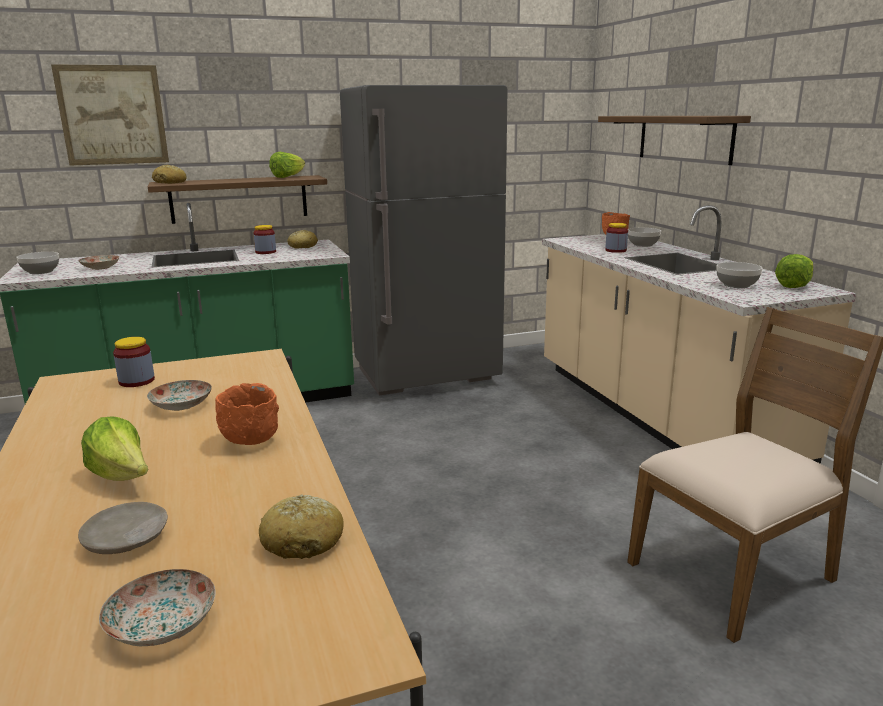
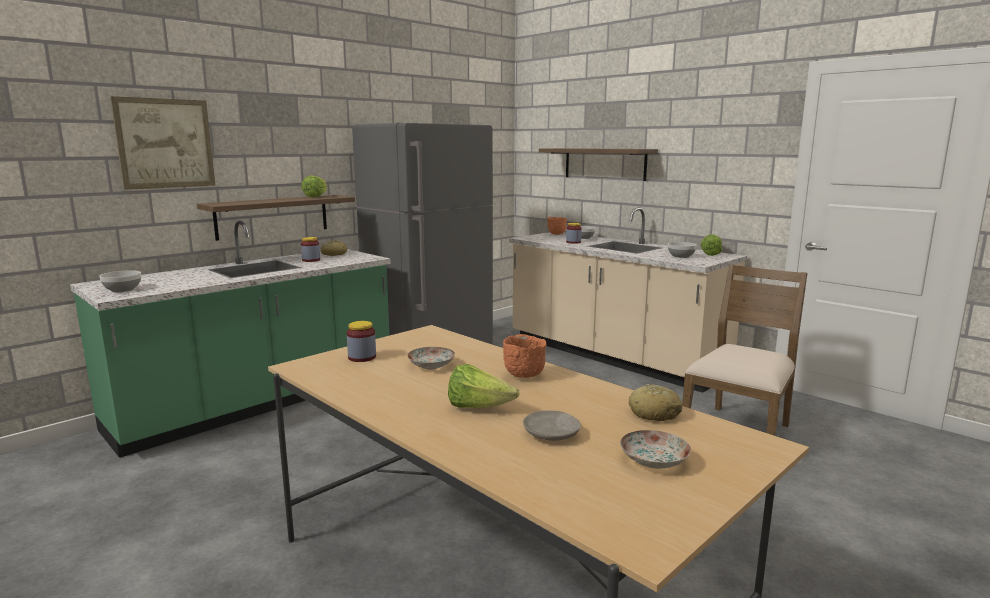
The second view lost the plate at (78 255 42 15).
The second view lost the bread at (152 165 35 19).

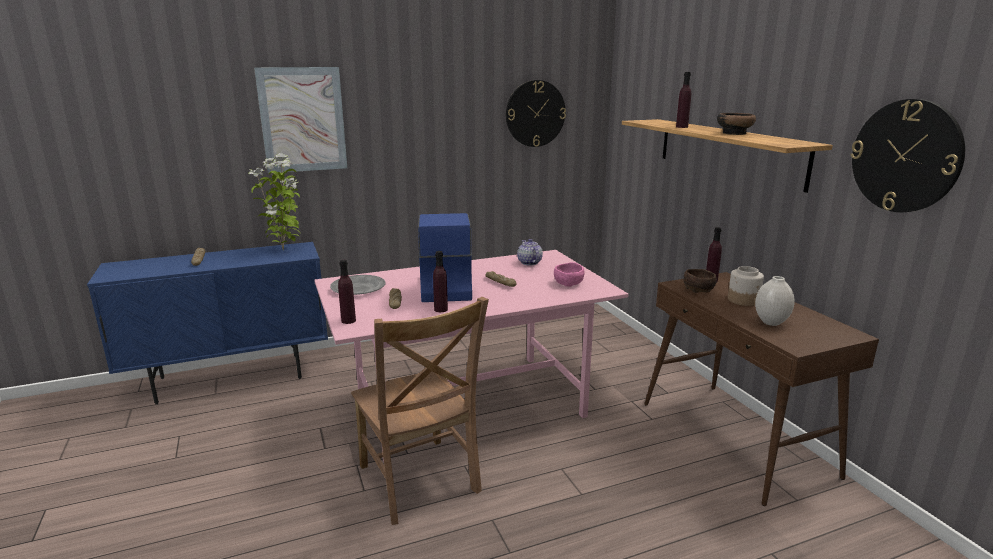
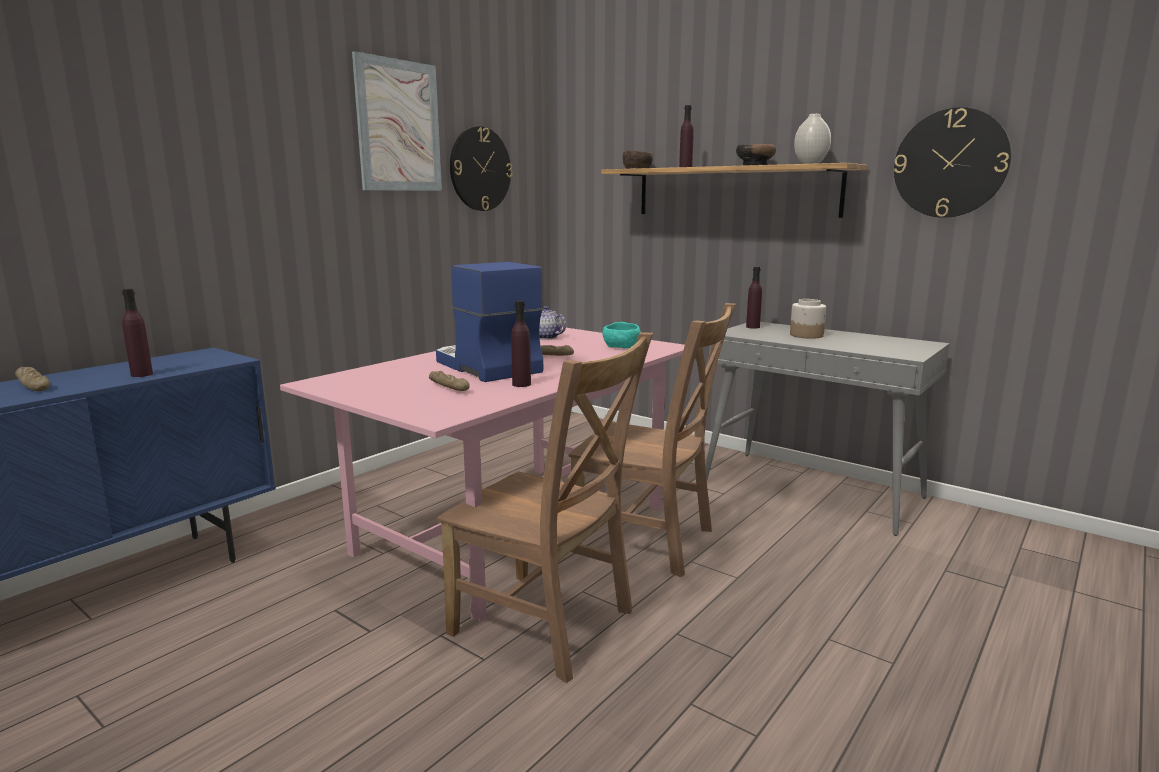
The second view lost the potted_plant at (248 153 53 97).
The picture ended up elsewhere, having gone from (254 67 93 106) to (352 51 90 140).
The second view lost the grey_plate at (330 275 56 20).
The purple_bottle ended up elsewhere, having gone from (338 260 18 64) to (122 289 31 88).
What was the pink_bowl at (554 262 31 25) turned into the turquoise_bowl at (602 322 39 27).
What was the brown_console_table at (644 272 235 234) turned into the grey_console_table at (705 322 245 214).
The brown_bowl ended up elsewhere, having gone from (684 269 33 24) to (623 150 30 19).
The white_vase ended up elsewhere, having gone from (755 276 40 50) to (794 114 37 50).
The second view gained the brown_chair at (569 303 167 274).

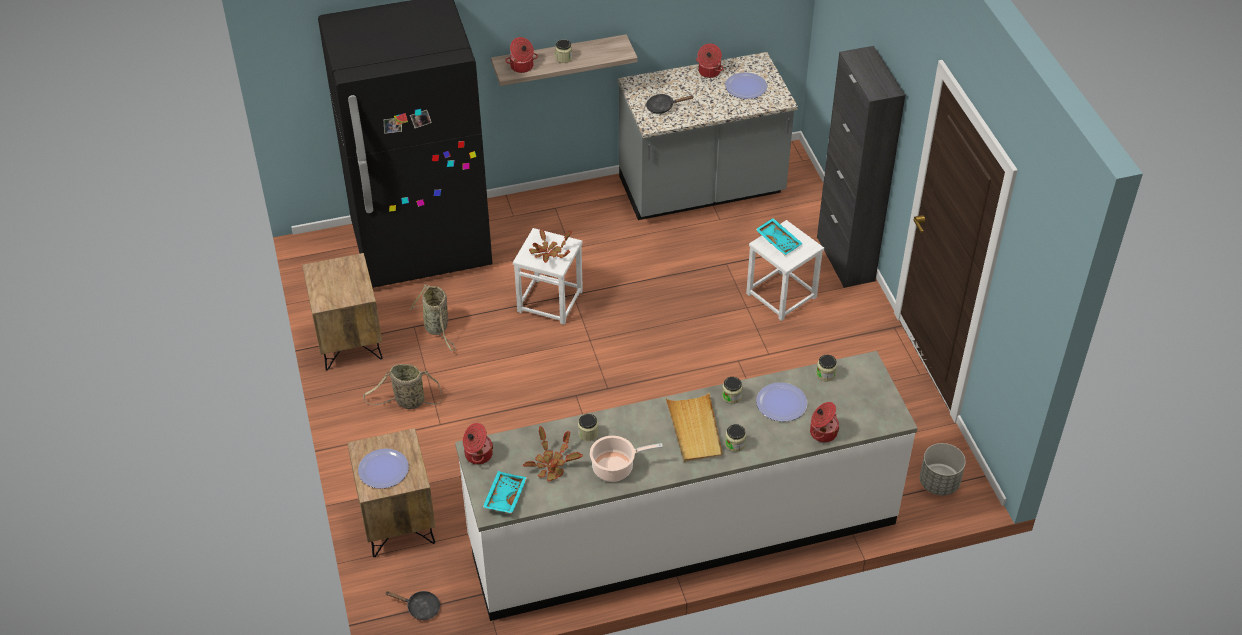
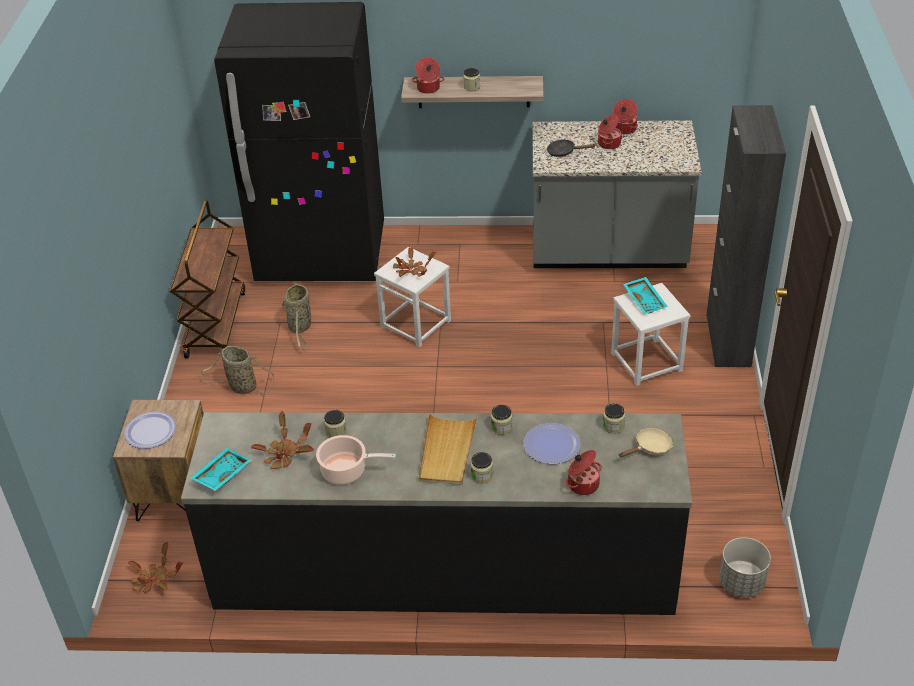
Where the brown_nightstand stood at (302 253 81 117), the brown_cart came to stand at (170 200 75 158).
Where the black_frying_pan stood at (386 591 54 29), the potted_plant came to stand at (128 542 55 51).
What was the white_counter at (455 351 463 270) turned into the black_counter at (181 412 511 203).
The cooking_pot ended up elsewhere, having gone from (463 423 30 42) to (598 114 24 35).
The second view lost the plate at (725 72 42 27).
The second view gained the beige_frying_pan at (619 428 54 29).

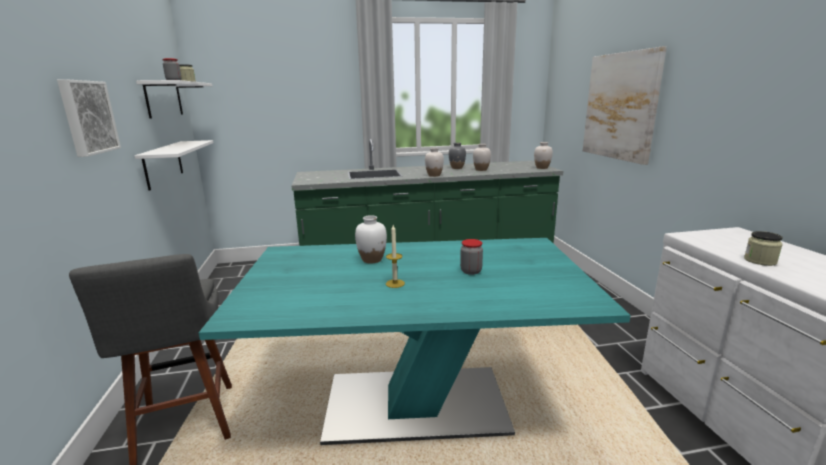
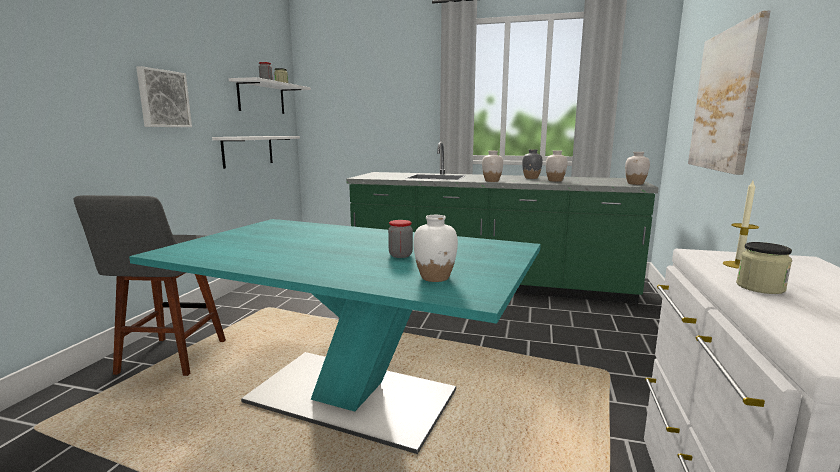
The white_vase ended up elsewhere, having gone from (355 215 32 49) to (413 215 45 67).
The candle ended up elsewhere, having gone from (386 225 19 63) to (723 181 36 88).

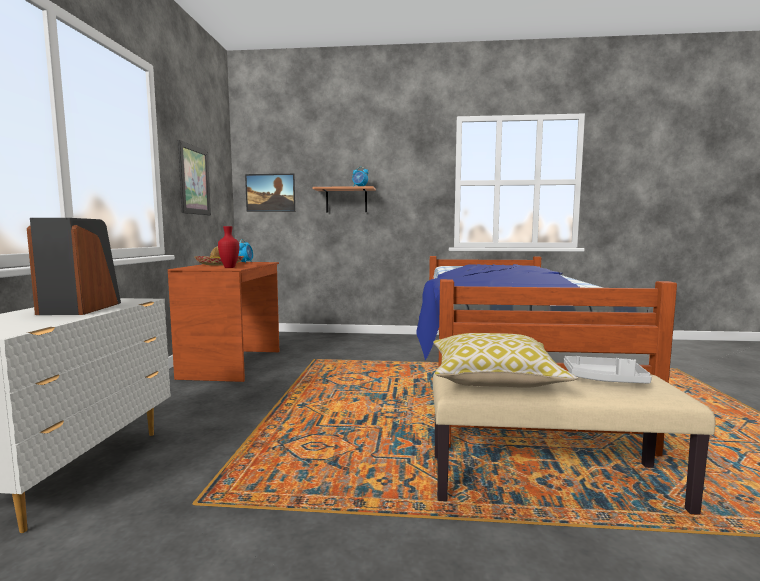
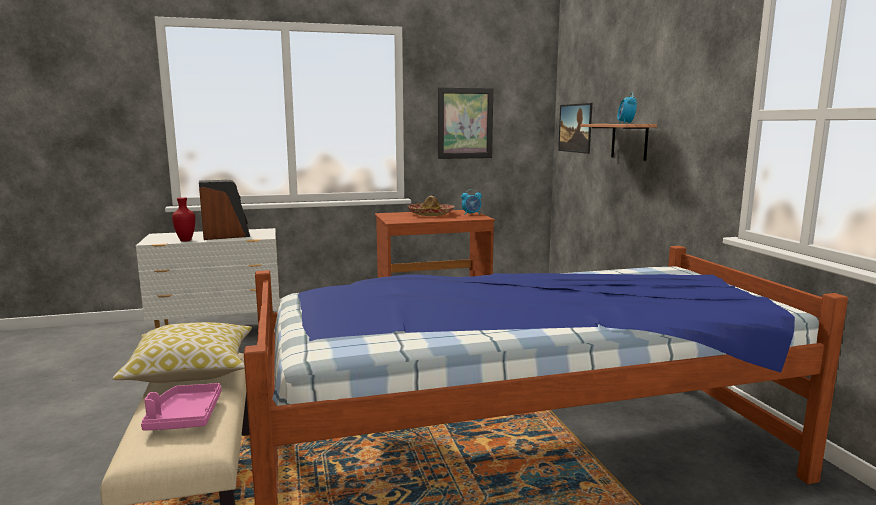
The red_vase ended up elsewhere, having gone from (218 226 21 42) to (172 197 23 45).
What was the grey_tray at (563 356 89 28) turned into the pink_tray at (141 383 80 48).

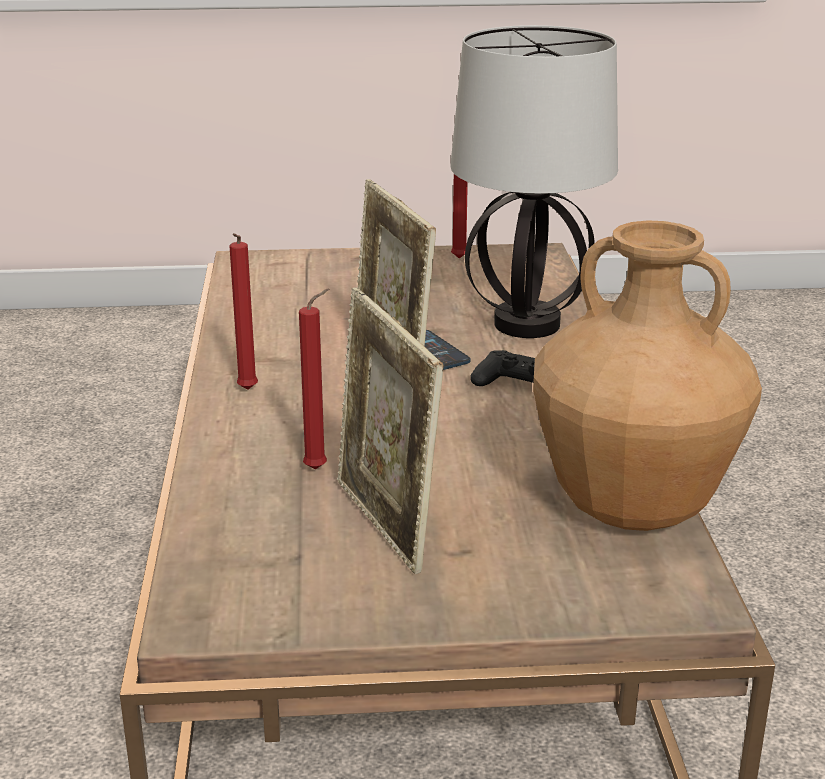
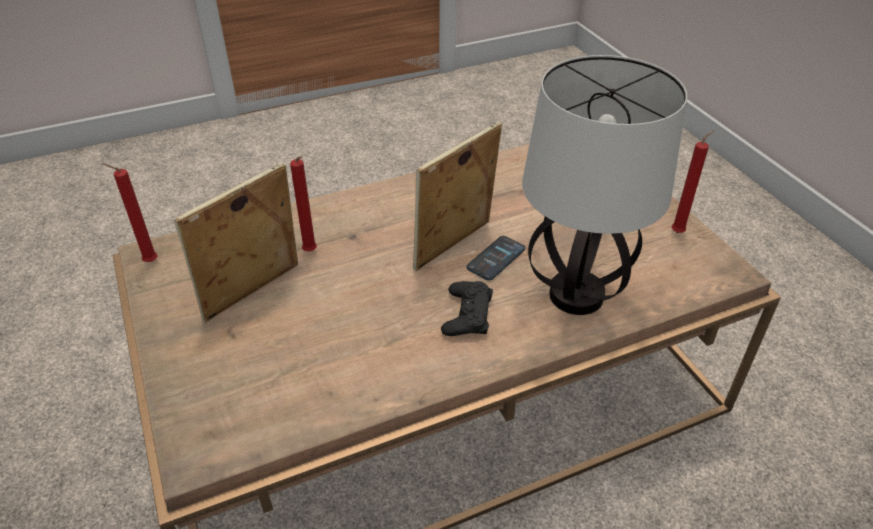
The red_candle ended up elsewhere, having gone from (229 233 29 157) to (101 163 56 99).
The second view lost the brown_vase at (533 220 229 311).

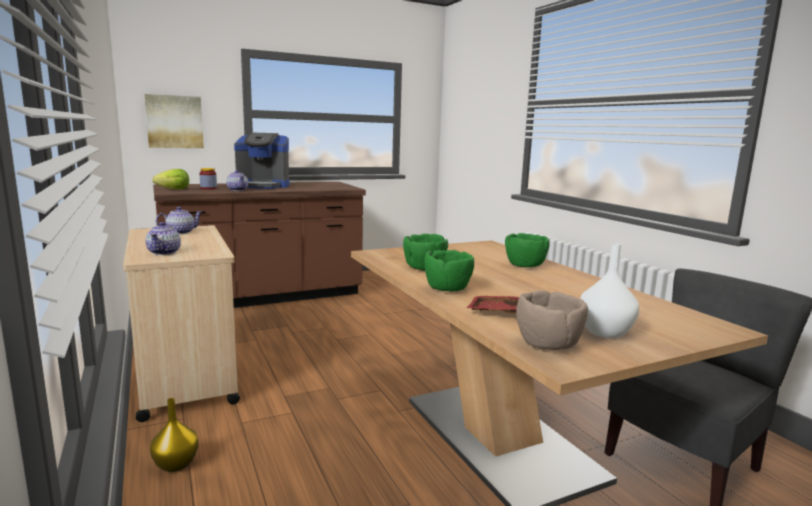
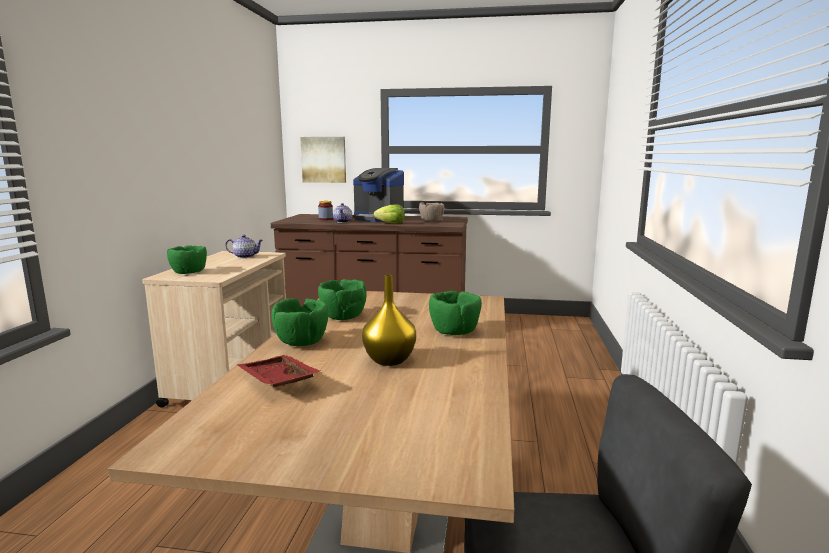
Where the teapot stood at (146 222 35 33), the green_bowl came to stand at (167 245 40 29).
The yellow_vase ended up elsewhere, having gone from (150 398 49 74) to (362 275 54 91).
The lettuce ended up elsewhere, having gone from (152 169 37 21) to (373 204 32 20).
The brown_bowl ended up elsewhere, having gone from (516 291 72 59) to (419 202 25 20).
The second view lost the white_vase at (580 244 59 94).

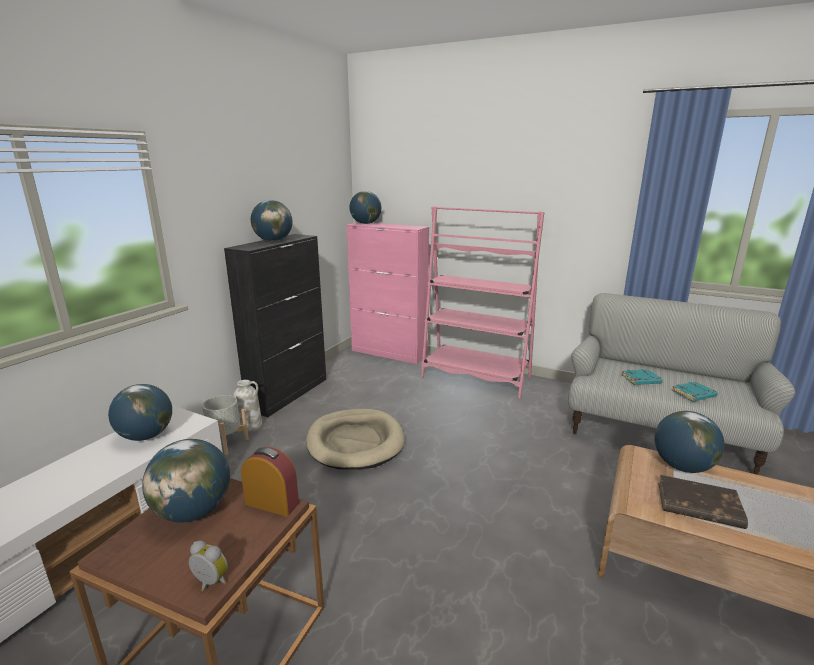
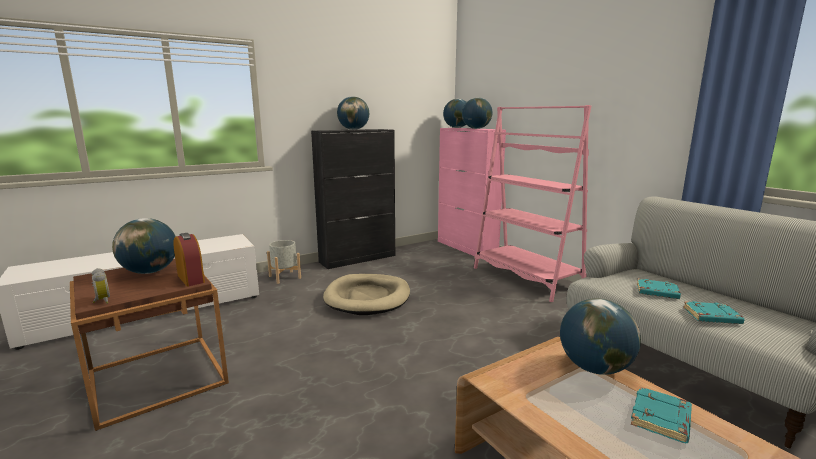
The globe ended up elsewhere, having gone from (108 384 64 57) to (462 98 31 31).
The second view lost the white_vase at (233 380 29 53).
The second view lost the brown_book at (658 475 90 54).
The second view gained the turquoise_book at (631 386 61 57).

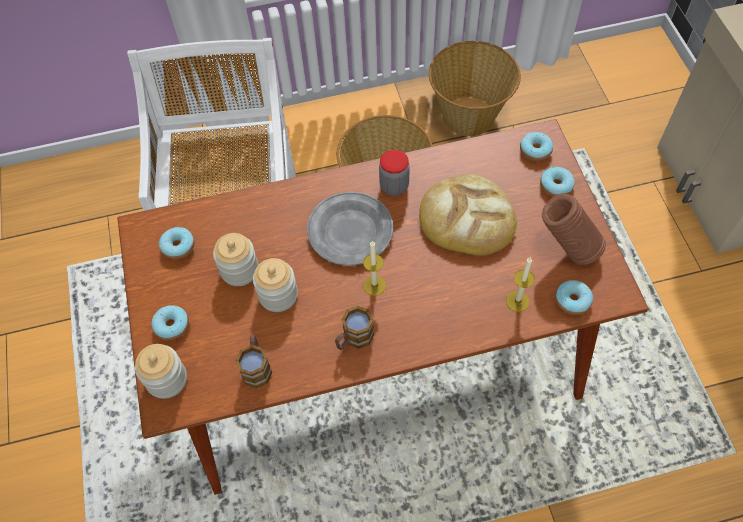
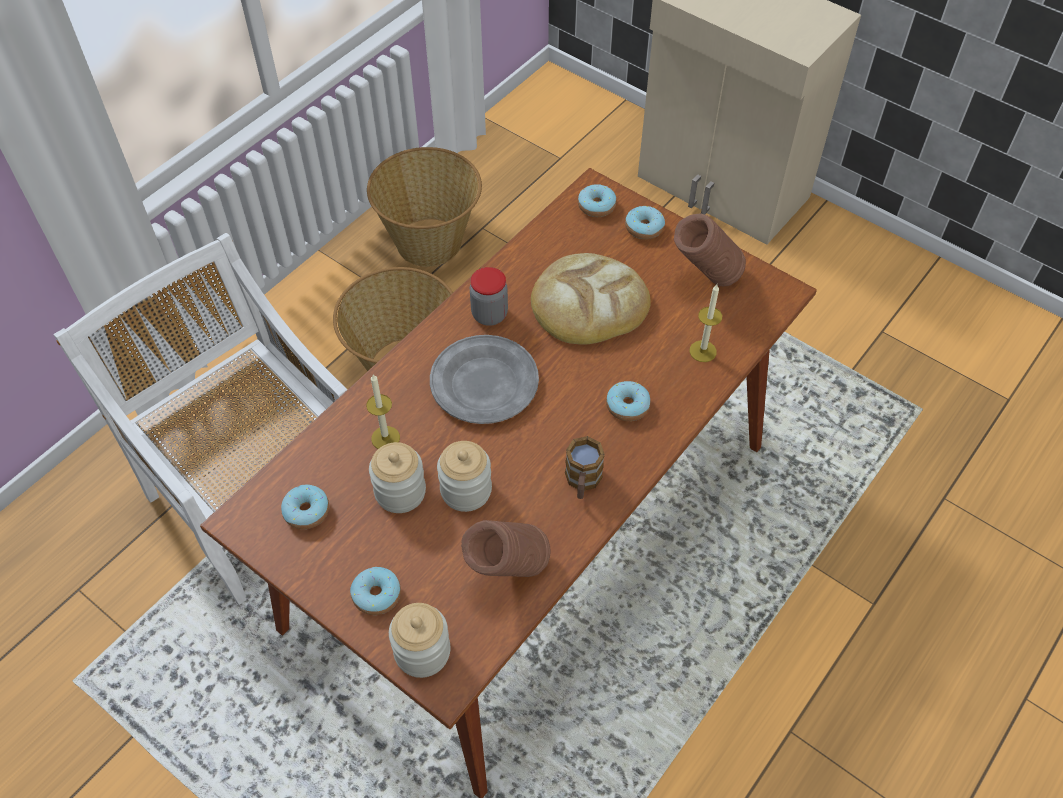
Where the mug stood at (235 335 37 53), the brown_vase came to stand at (461 520 90 57).
The candle ended up elsewhere, having gone from (363 241 23 55) to (366 374 34 75).
The donut ended up elsewhere, having gone from (555 280 38 35) to (606 381 44 40).

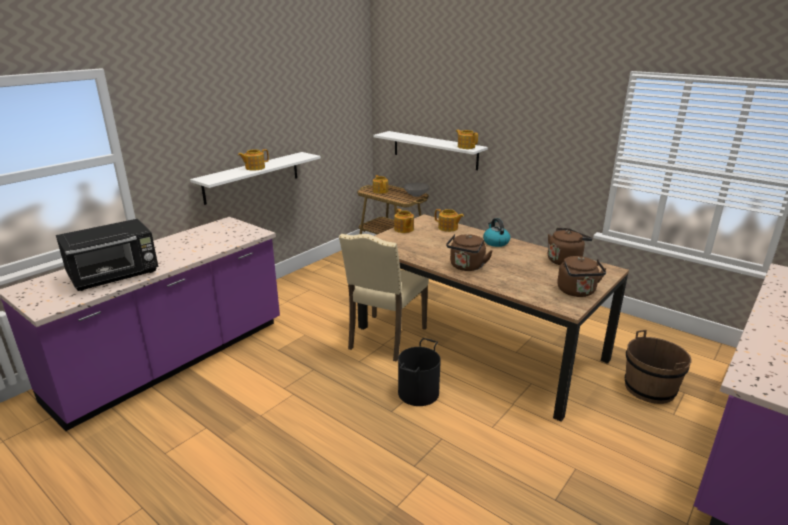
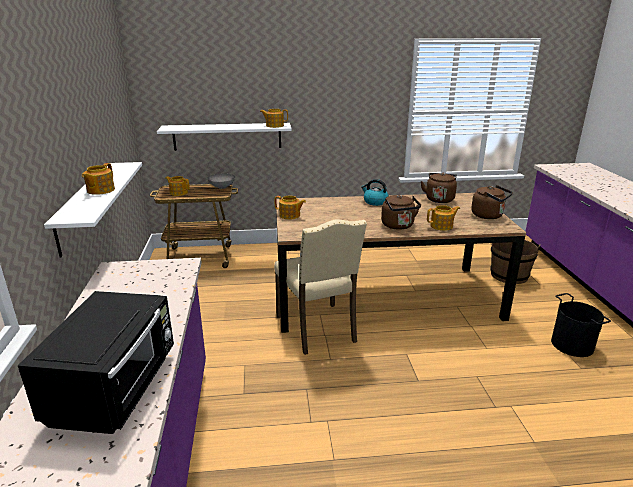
The black_bucket ended up elsewhere, having gone from (398 338 43 68) to (551 293 60 64).
The teapot ended up elsewhere, having gone from (435 209 29 23) to (427 205 33 26).

